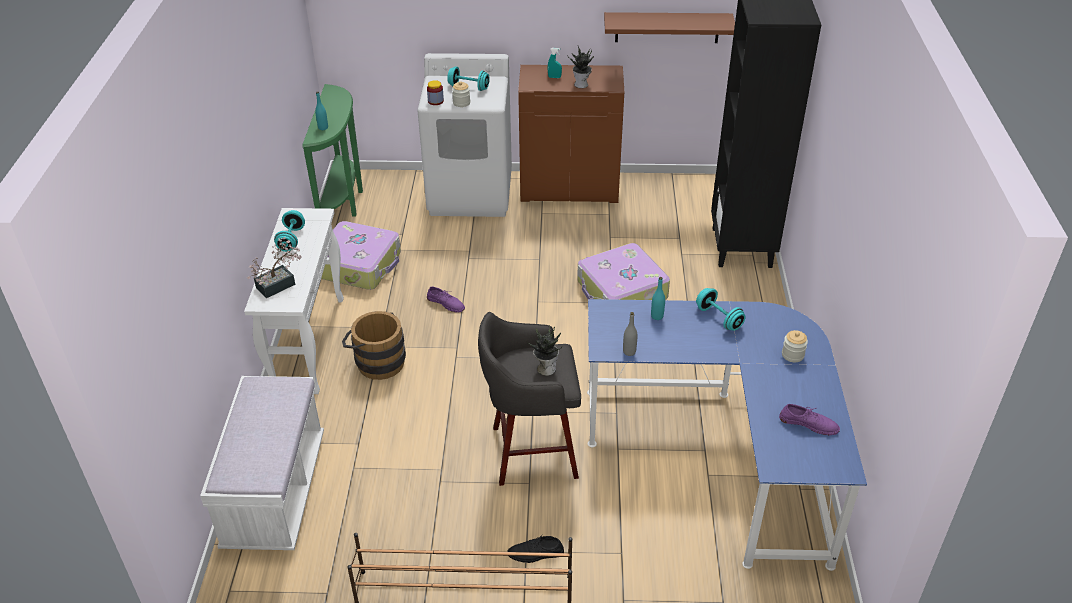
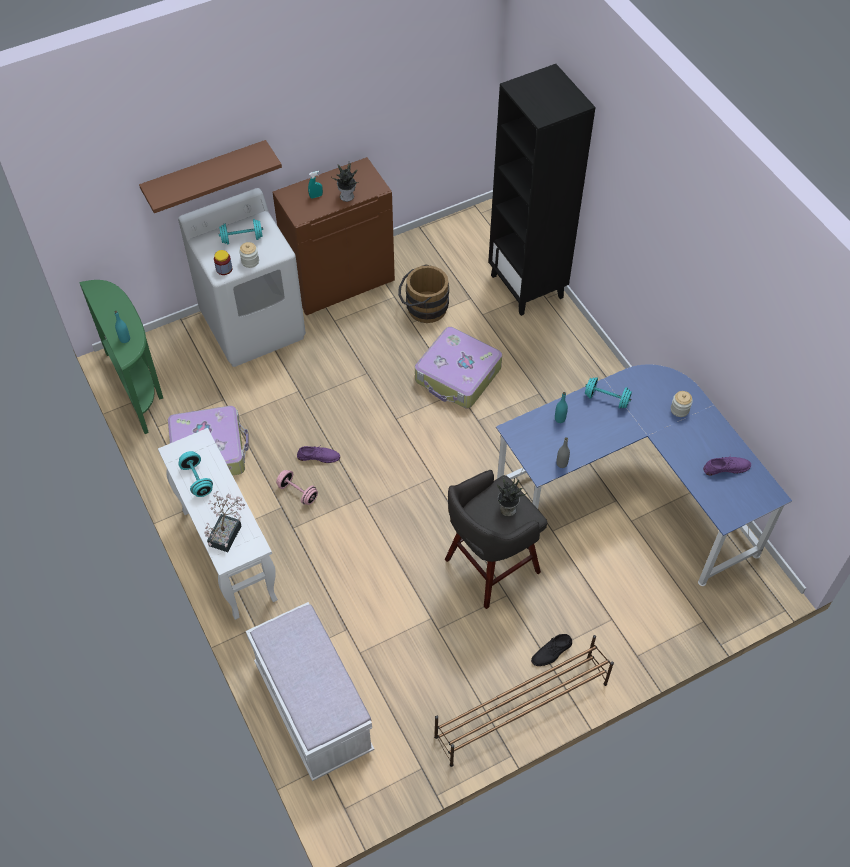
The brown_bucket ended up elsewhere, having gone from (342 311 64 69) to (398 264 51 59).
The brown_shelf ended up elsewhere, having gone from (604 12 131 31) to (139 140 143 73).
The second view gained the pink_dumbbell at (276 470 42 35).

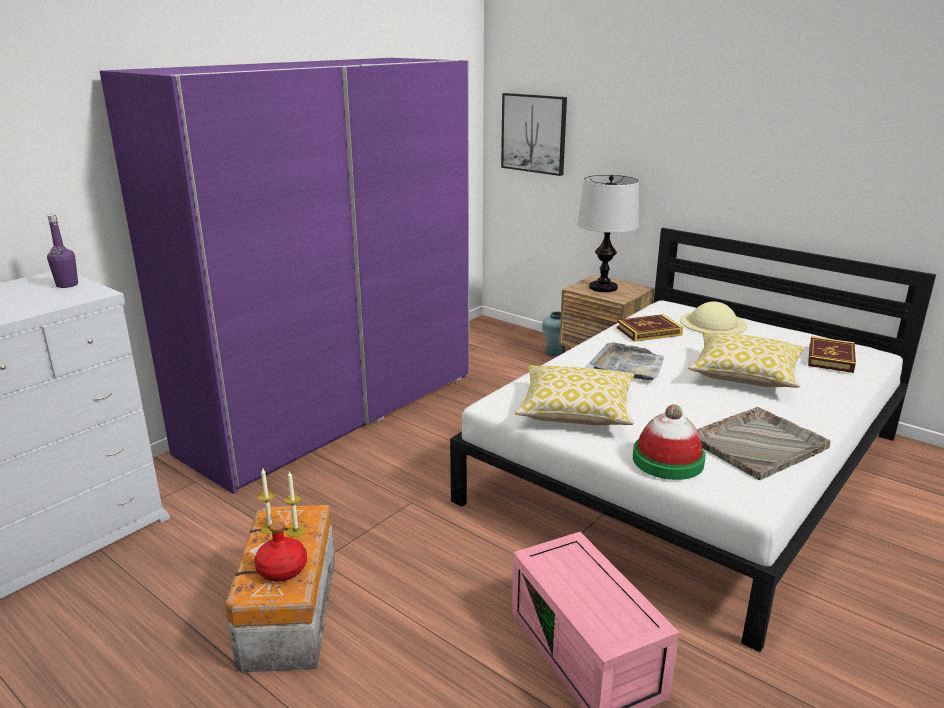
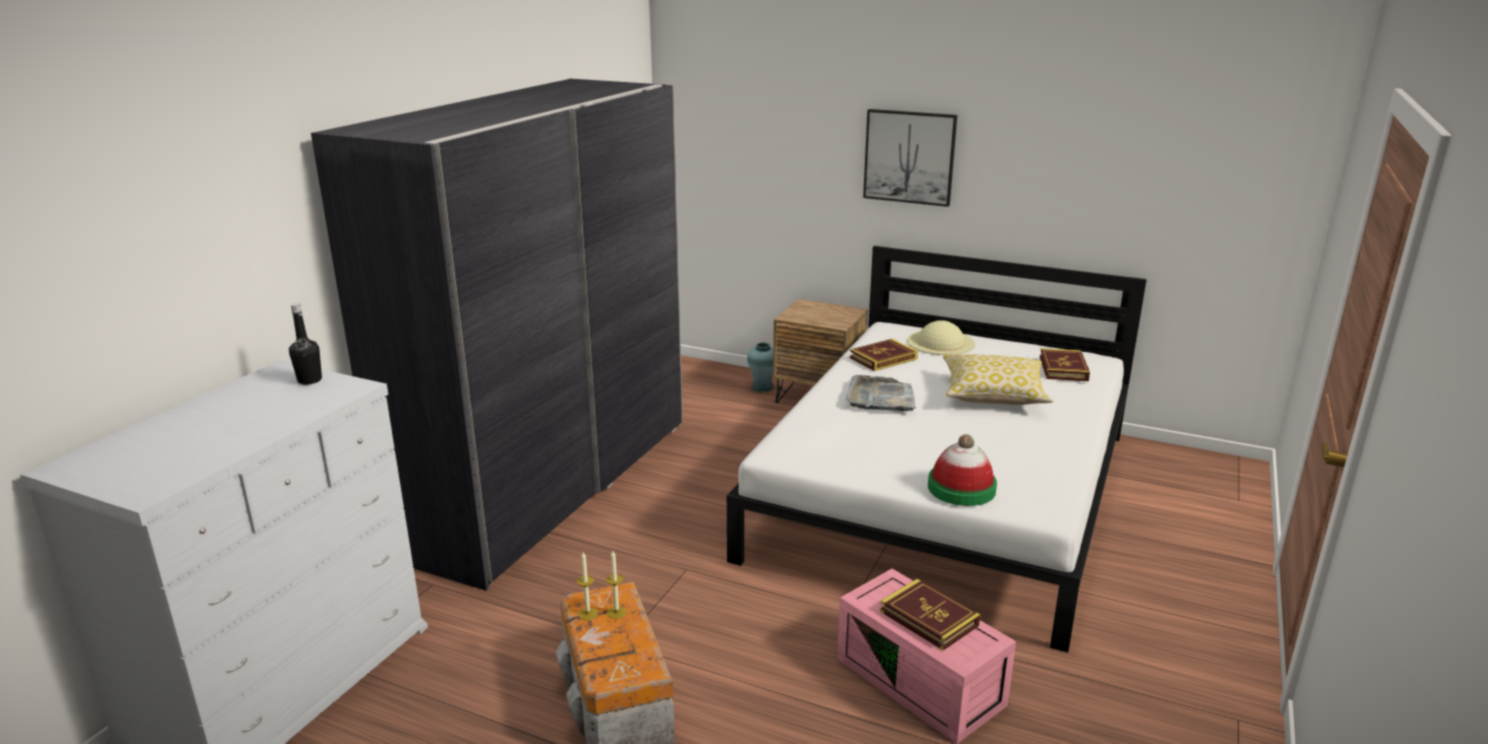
What was the purple_bottle at (47 214 31 74) turned into the black_bottle at (289 303 33 82).
What was the purple_wardrobe at (100 58 369 436) turned into the grey_wardrobe at (311 79 372 512).
The second view lost the red_bottle at (254 521 53 61).
The picture ended up elsewhere, having gone from (501 93 66 83) to (863 109 94 98).
The second view lost the pillow at (515 366 119 59).
The second view lost the table_lamp at (577 175 62 117).
The second view lost the grey_tray at (697 407 134 73).
The second view gained the book at (880 579 100 72).

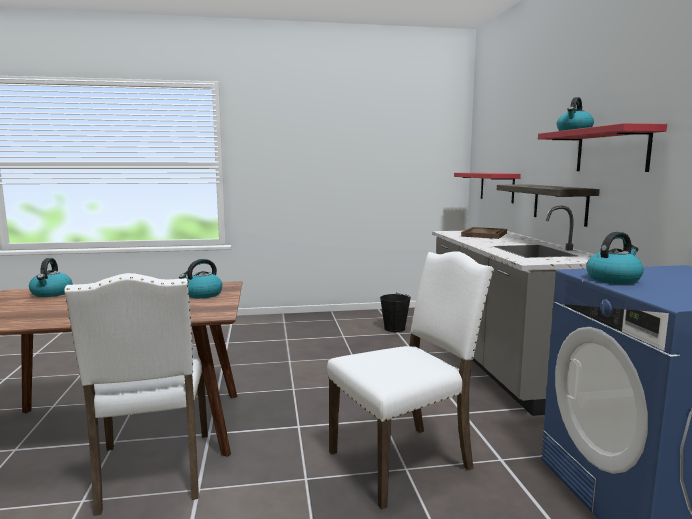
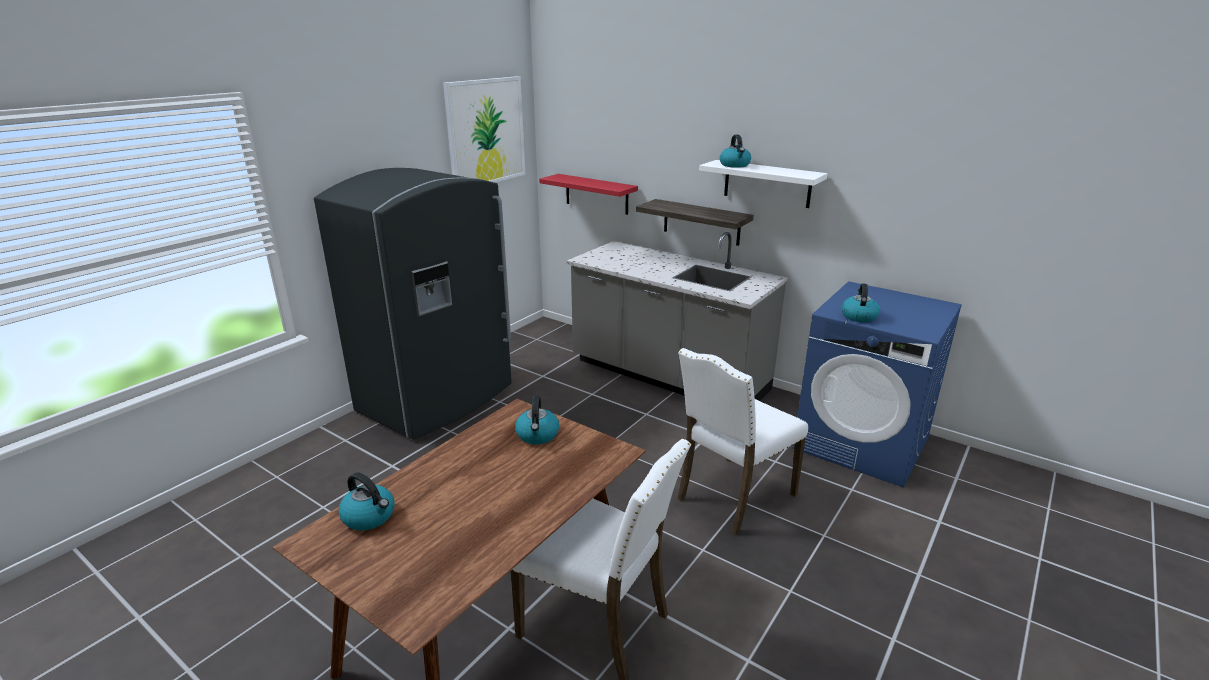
The white_chair at (327 251 167 259) ended up facing another way, 150 degrees counterclockwise from before.
The second view lost the black_bucket at (380 292 31 40).
The second view lost the brown_tray at (461 227 46 12).
What was the red_shelf at (538 123 129 49) turned into the white_shelf at (699 160 129 48).
The second view gained the grey_fridge at (314 168 198 272).
The second view gained the picture at (443 76 83 106).

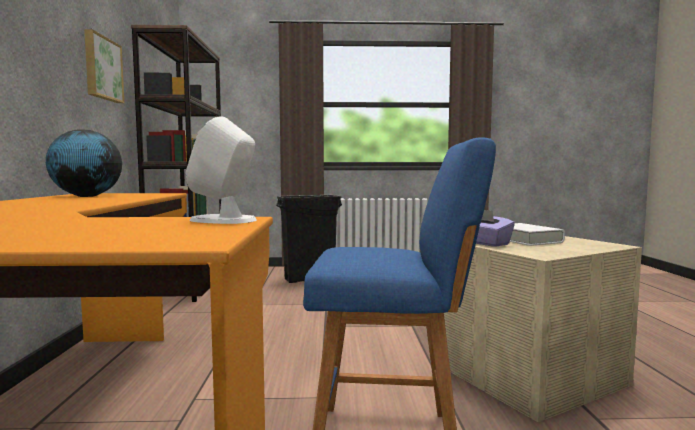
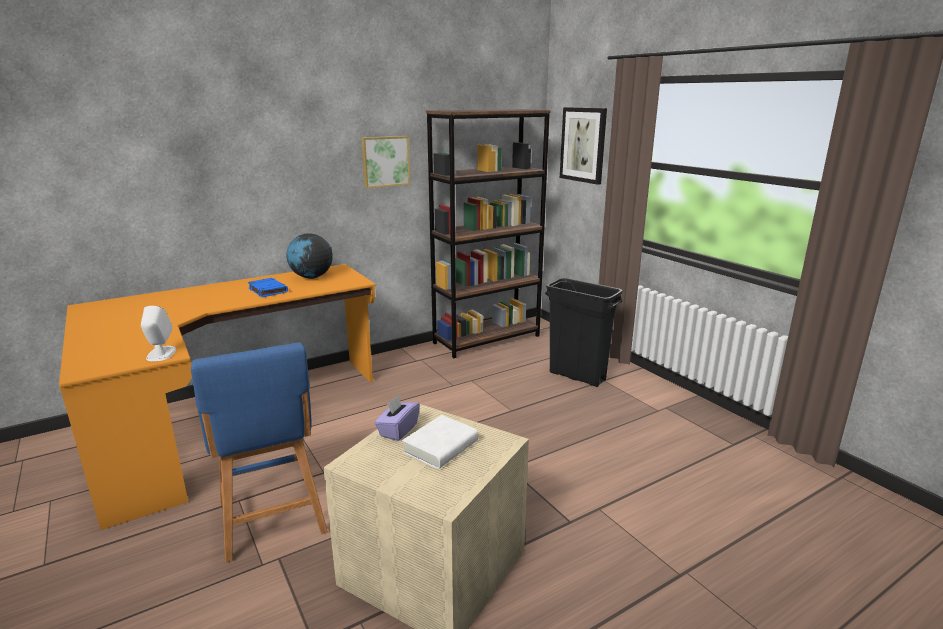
The second view gained the blue_book at (248 278 40 19).
The second view gained the picture at (560 107 47 78).

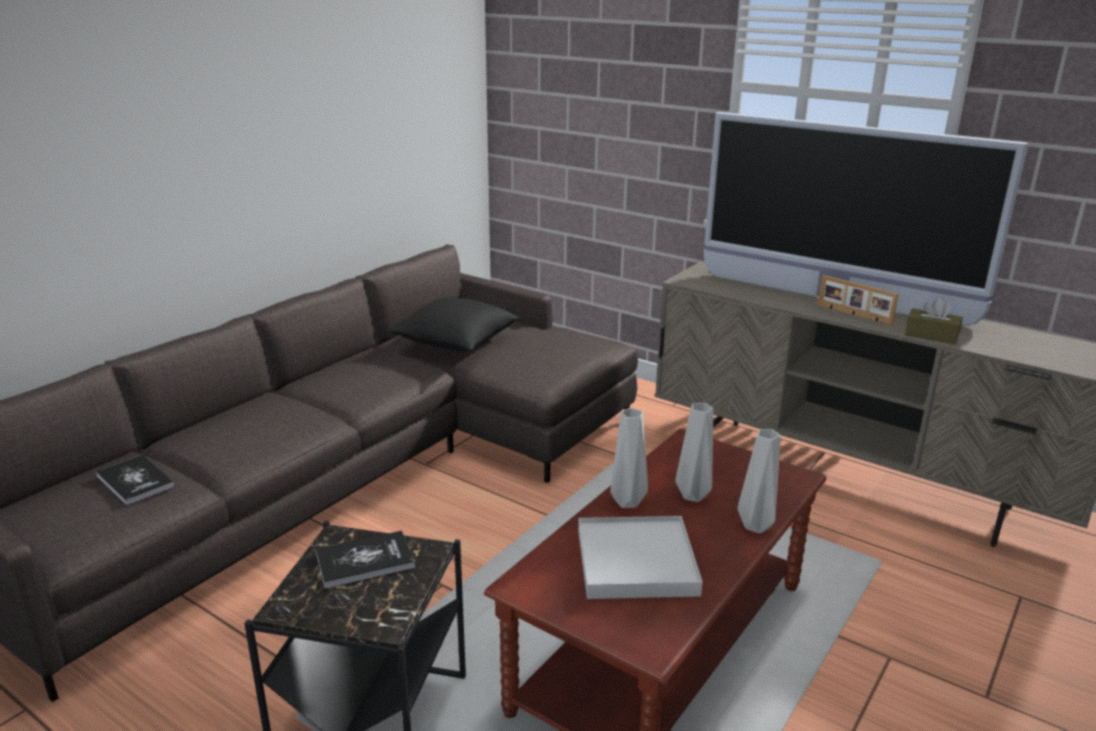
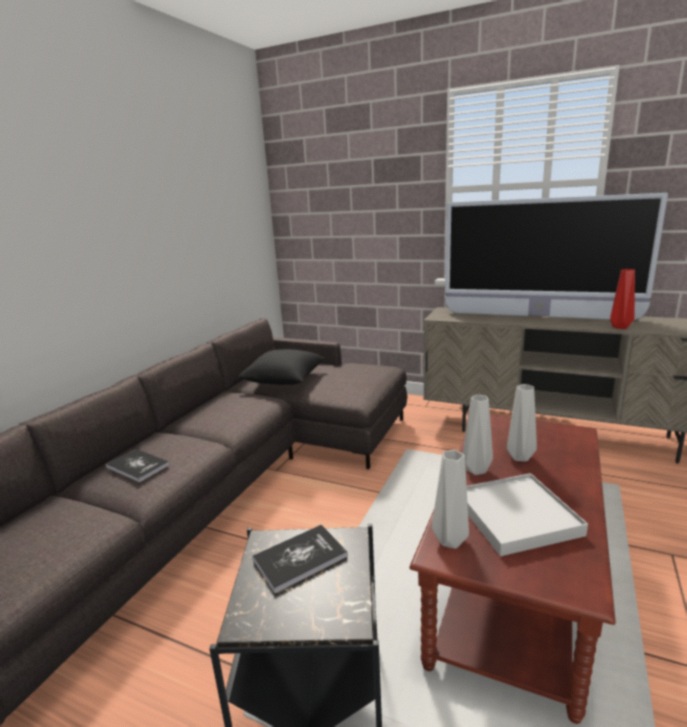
The book ended up elsewhere, having gone from (96 455 78 50) to (106 449 64 33).
The grey_vase ended up elsewhere, having gone from (738 429 43 104) to (432 450 37 99).
The second view lost the picture_frame at (818 275 81 50).
Where the brown_tissue_box stood at (905 298 58 46), the red_vase came to stand at (610 269 25 60).

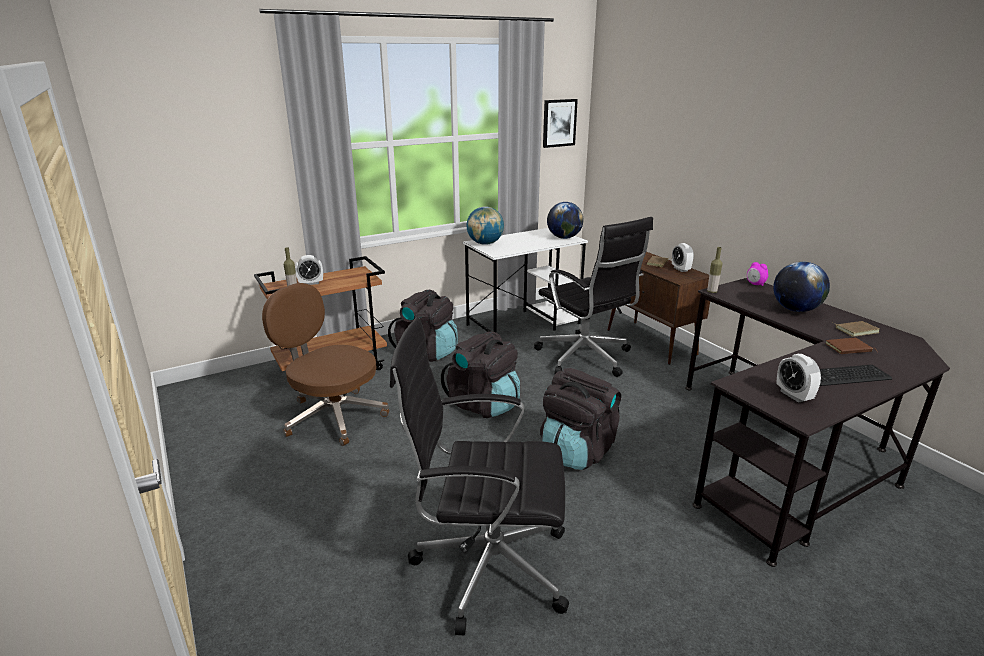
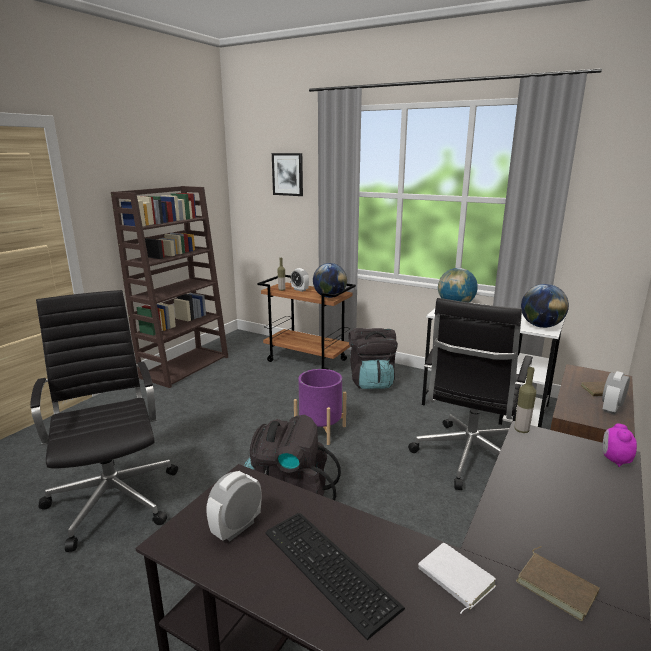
The second view lost the brown_office_chair at (262 283 127 163).
Where the black_backpack stood at (441 331 79 87), the purple_planter came to stand at (294 369 52 76).
The picture ended up elsewhere, having gone from (543 99 35 49) to (272 153 31 43).
The globe ended up elsewhere, having gone from (773 262 57 50) to (313 263 34 35).
What was the brown_book at (825 338 53 16) turned into the white_book at (418 543 78 71).
The second view gained the brown_bookcase at (111 186 117 202).

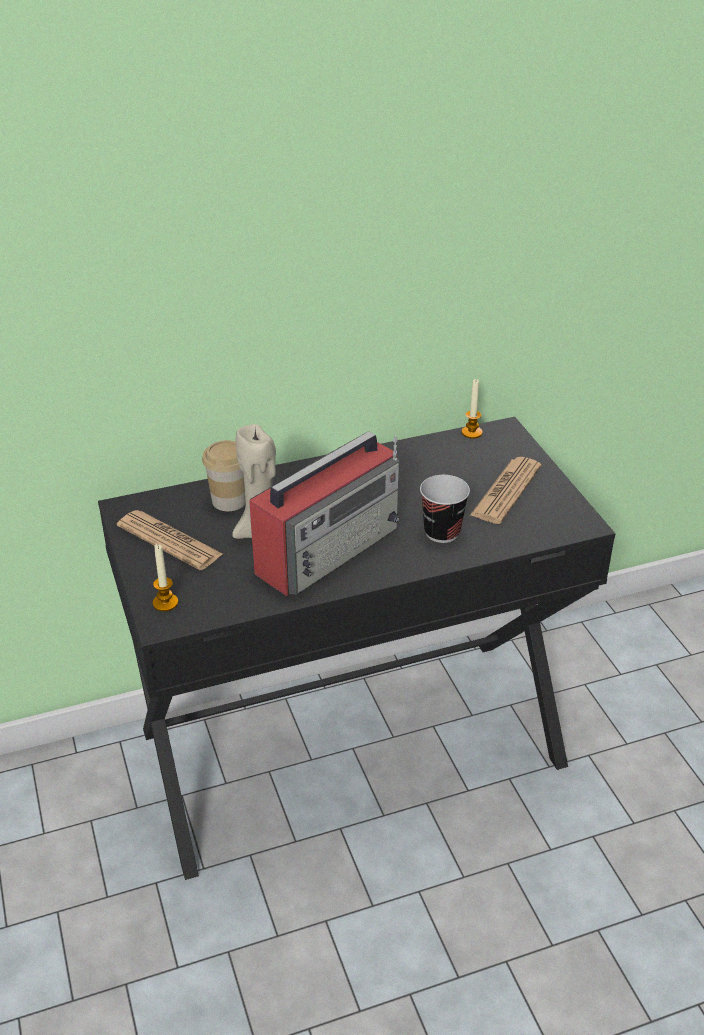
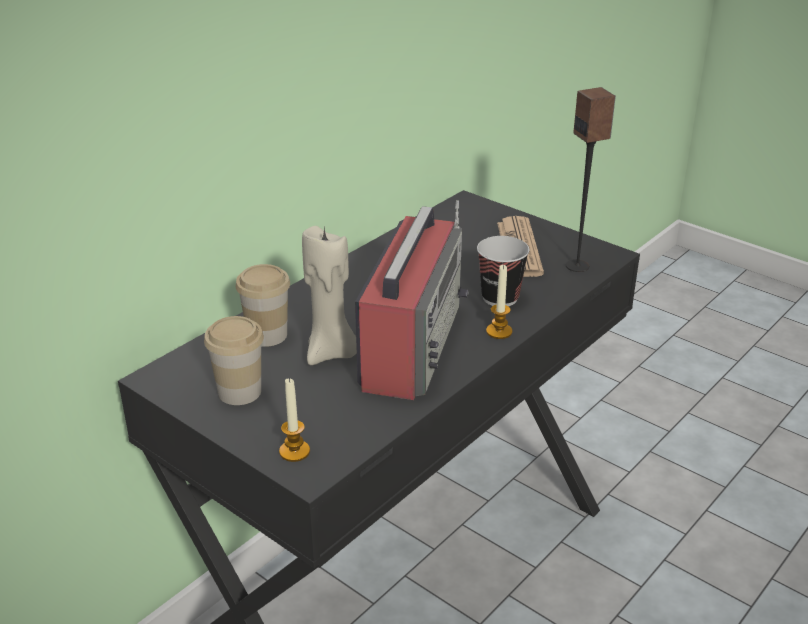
Where the newspaper stood at (117 510 106 60), the cup came to stand at (204 316 60 89).
The candle ended up elsewhere, having gone from (462 379 21 60) to (486 264 26 75).
The second view gained the speaker at (566 87 50 185).

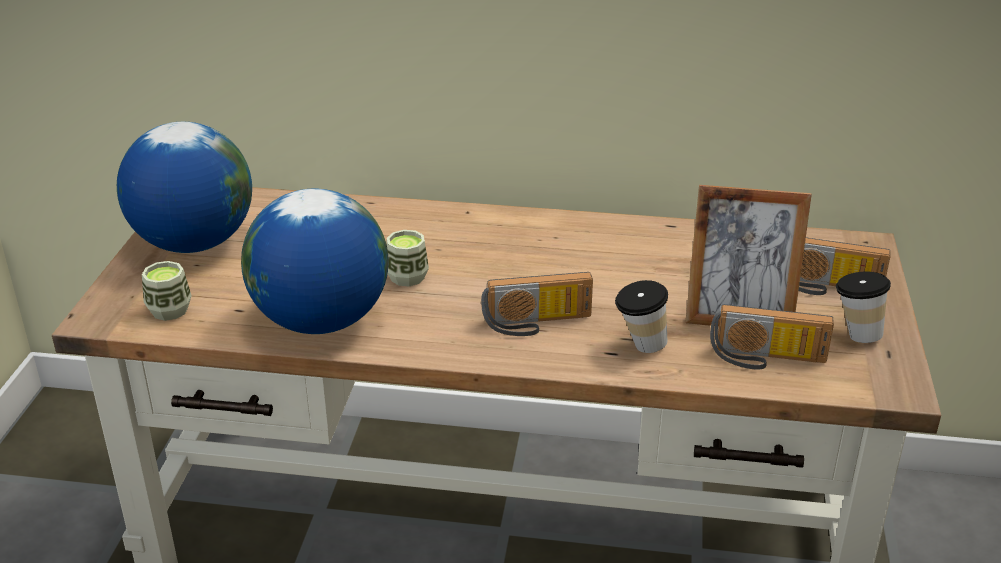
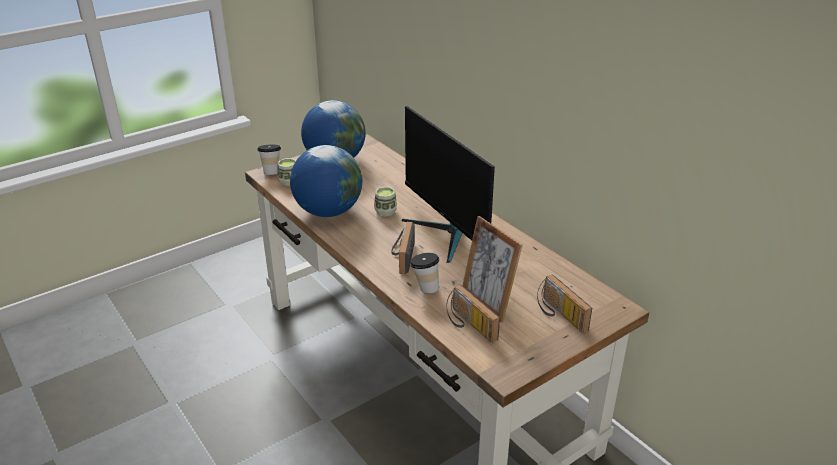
The radio at (481 272 112 64) ended up facing another way, 60 degrees clockwise from before.
The cup ended up elsewhere, having gone from (836 272 55 71) to (257 145 24 30).
The second view gained the monitor at (402 106 93 157).

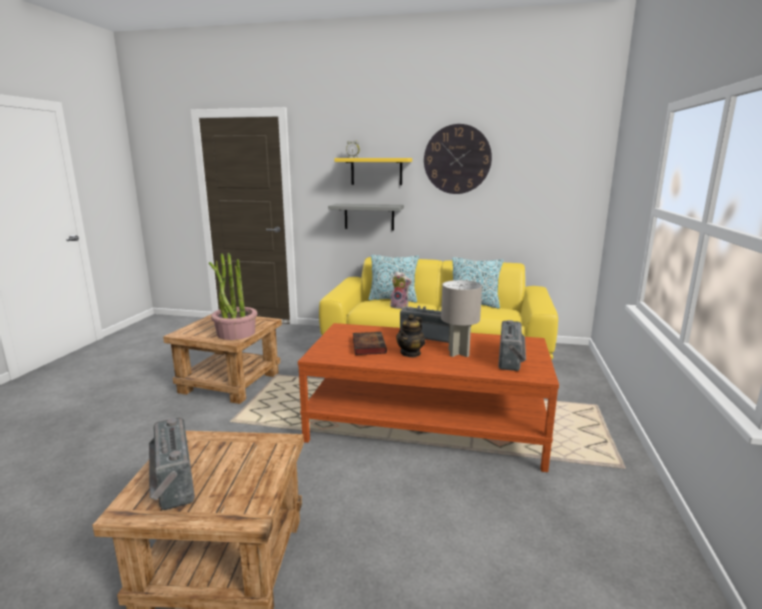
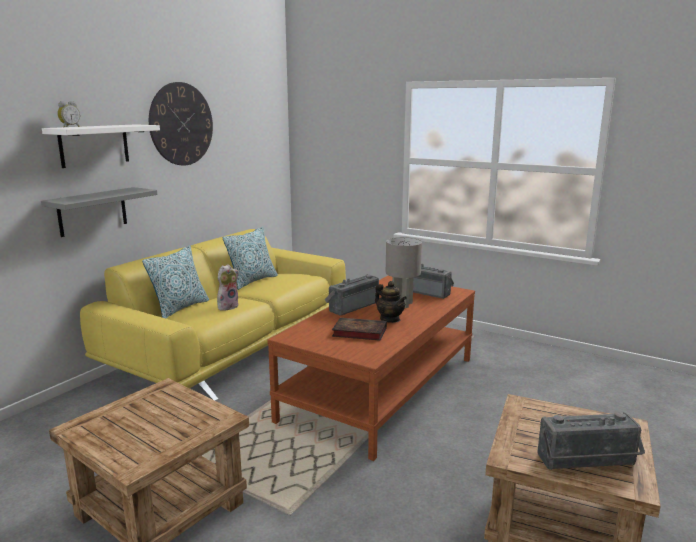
The second view lost the potted_plant at (209 253 48 87).
What was the yellow_shelf at (334 158 78 27) turned into the white_shelf at (42 124 118 44).

